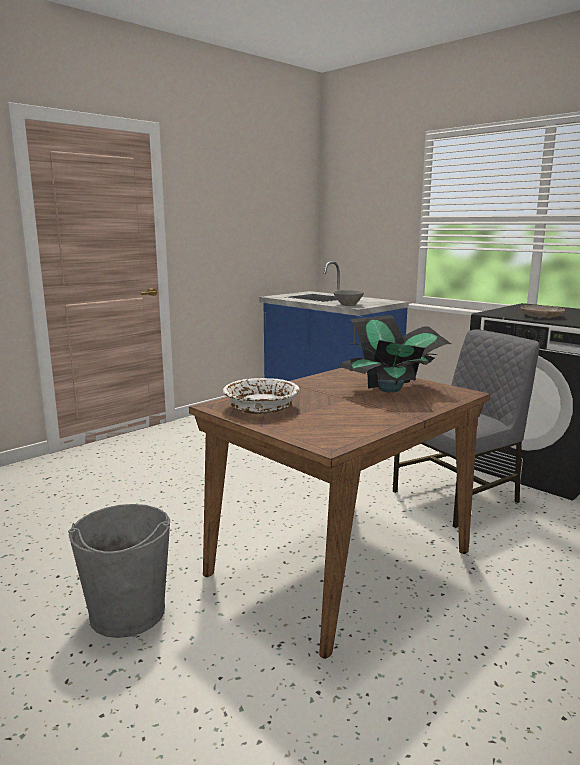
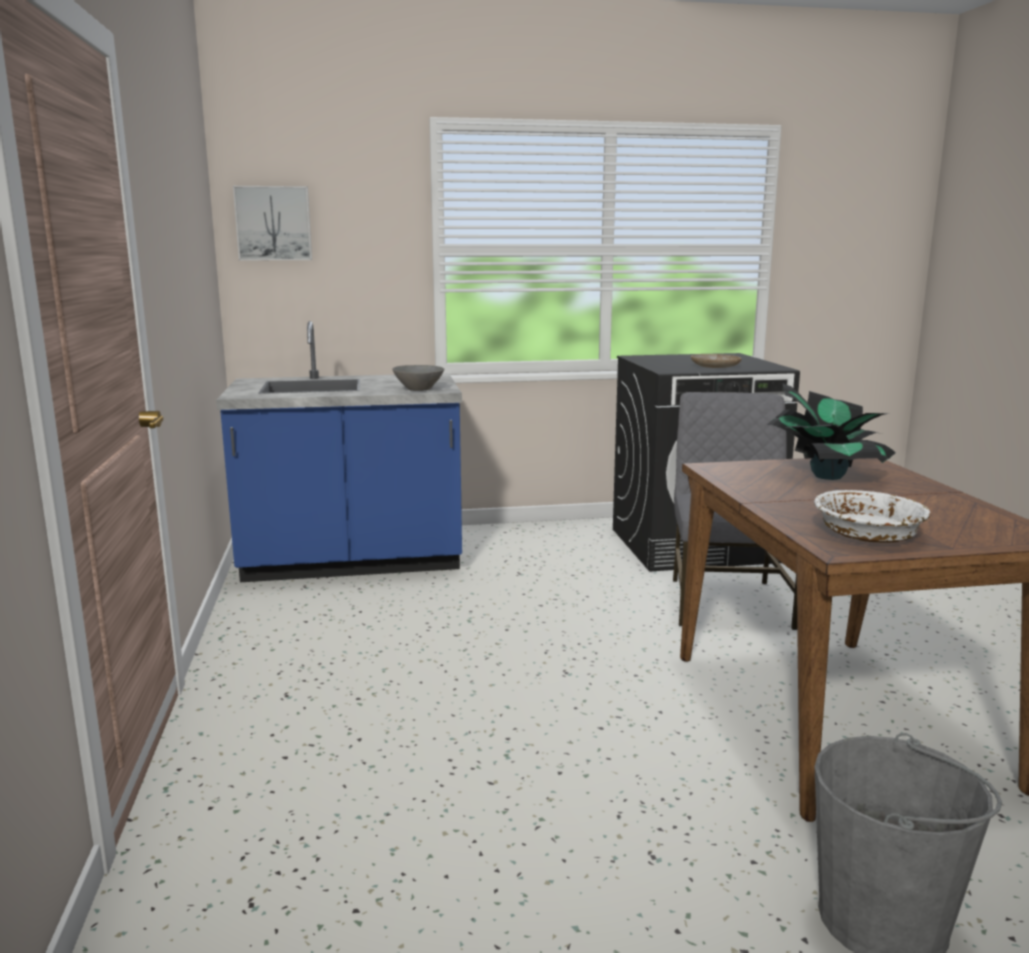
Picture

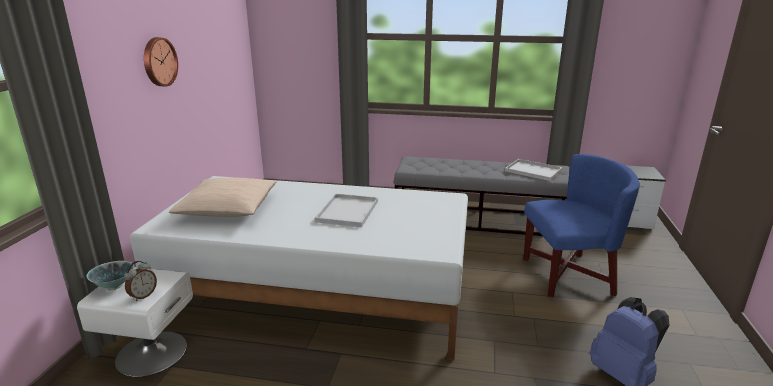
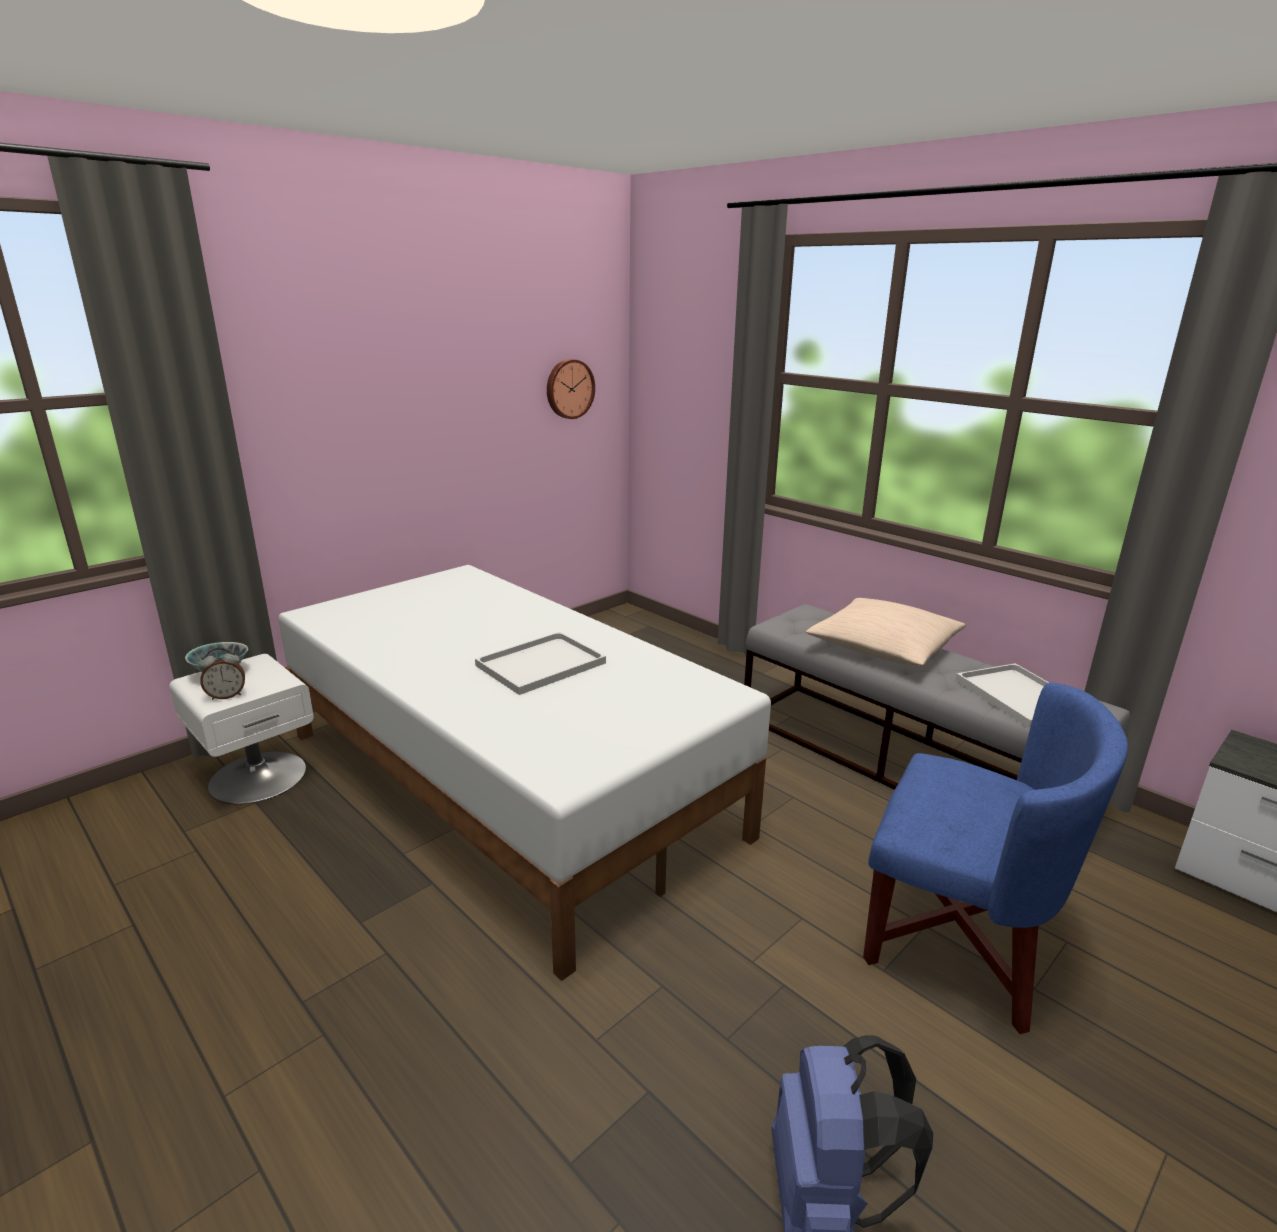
HangingClock
BeigePillow

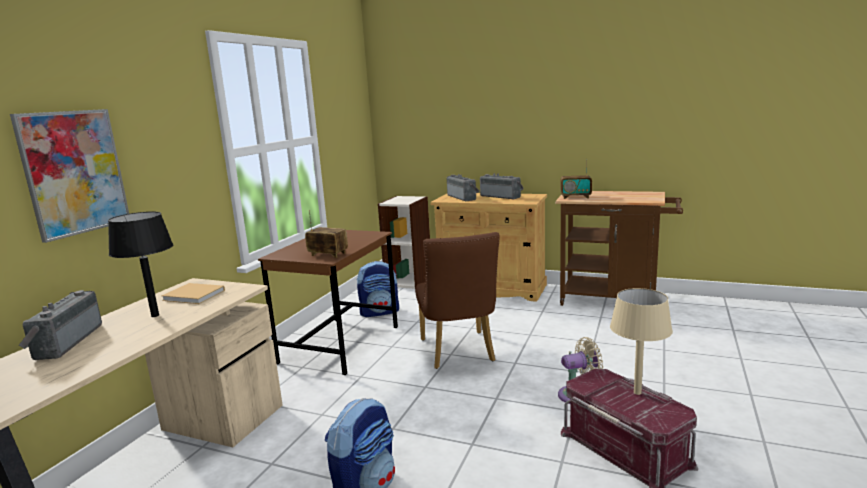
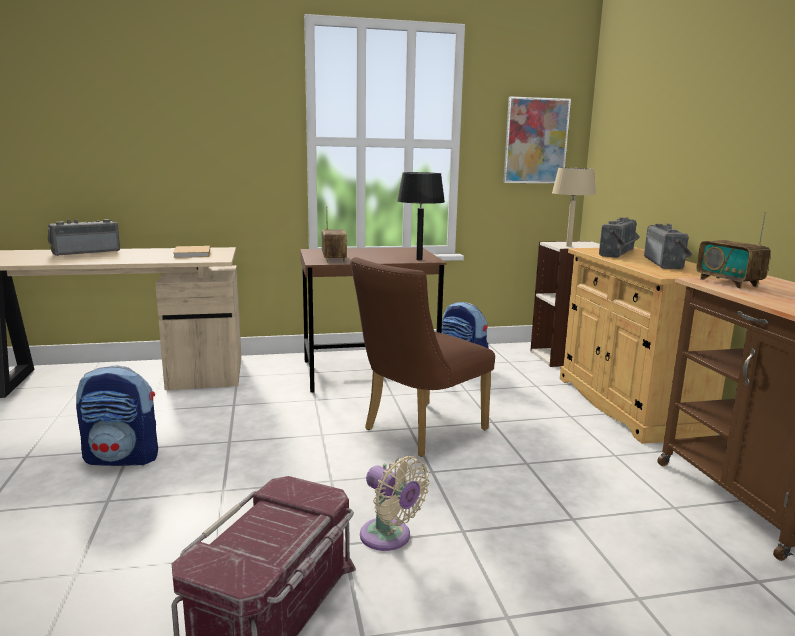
Picture
BlackColouredLampForATable
BeigeLampForATable

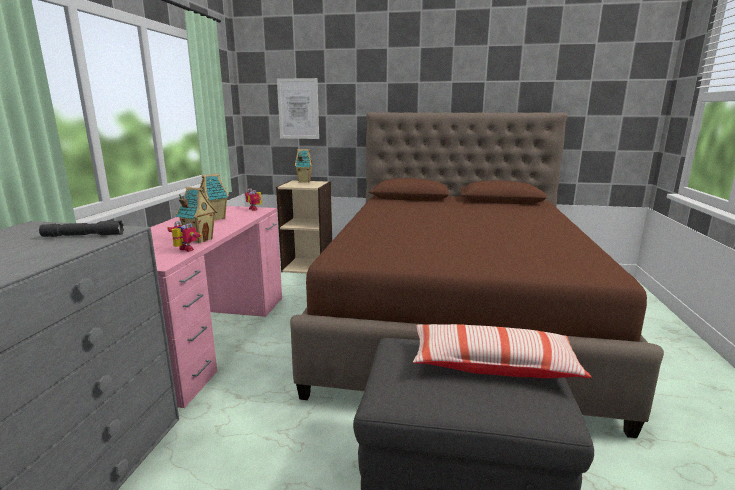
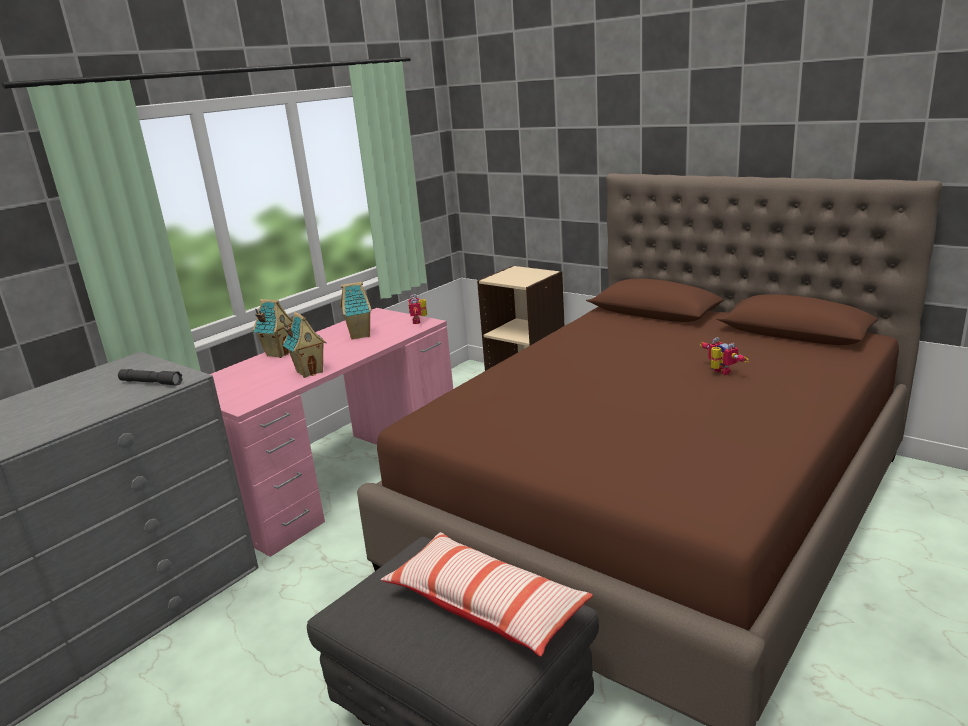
ModelRobot (no. 2 from left)
Picture
MiniatureHouse (no. 1 from left)

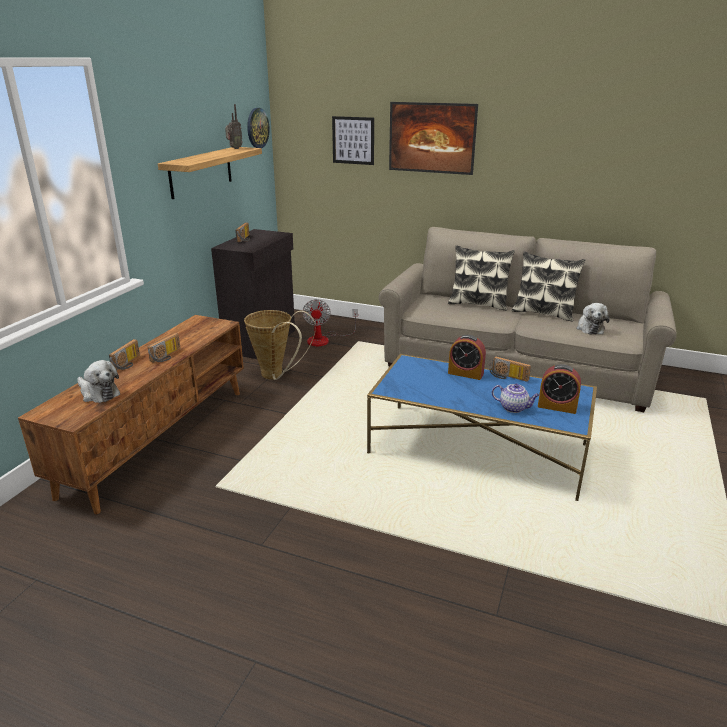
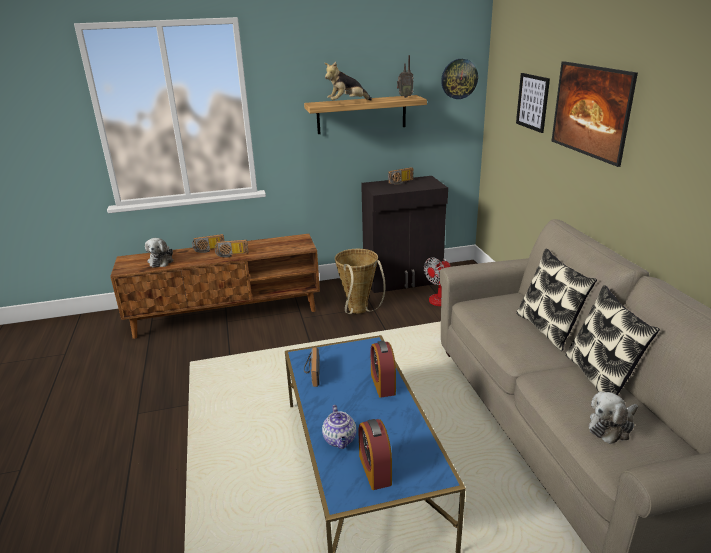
RadioSet (no. 3 from left)
PlushToy (no. 2 from left)

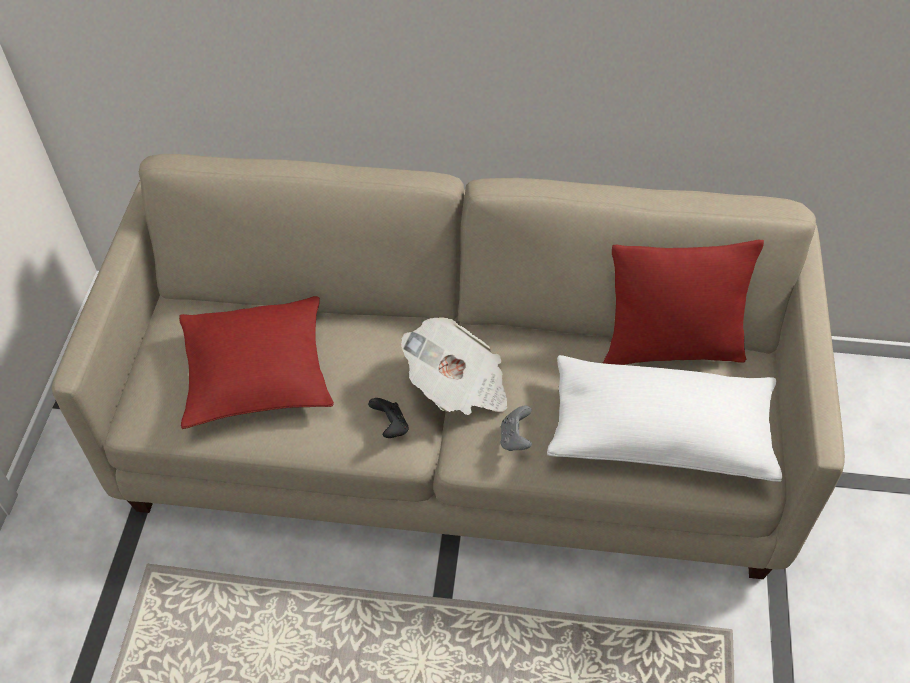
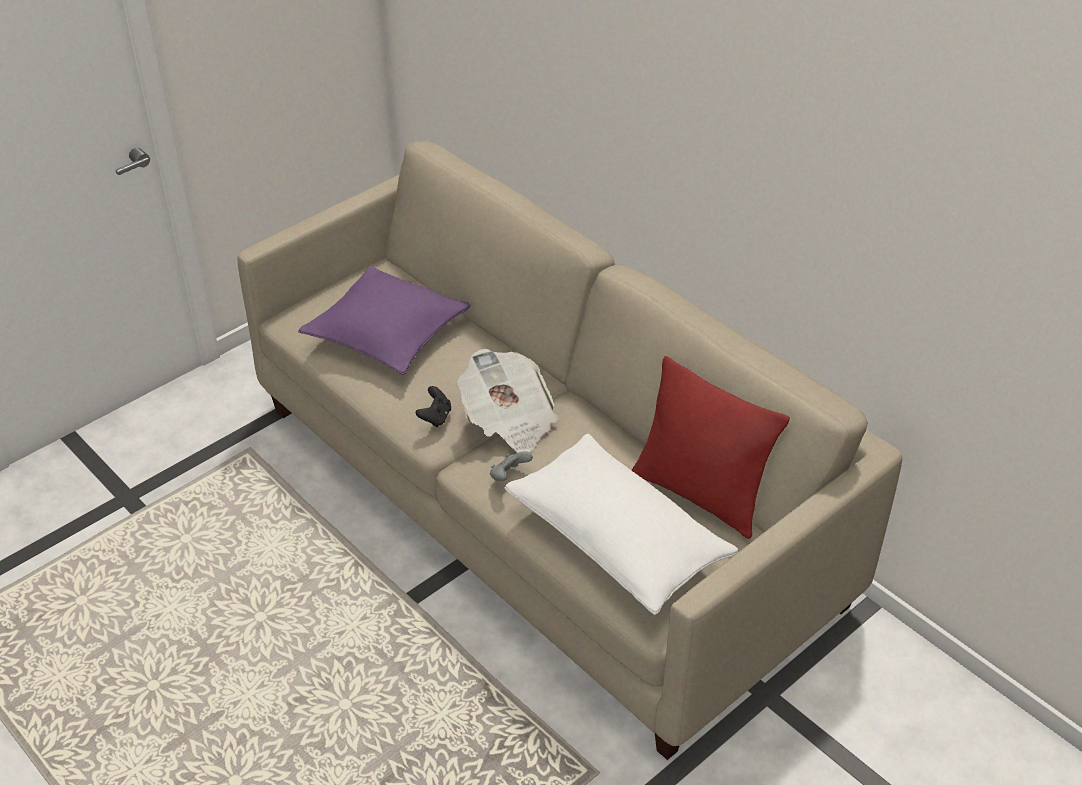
PurpleColouredPillow

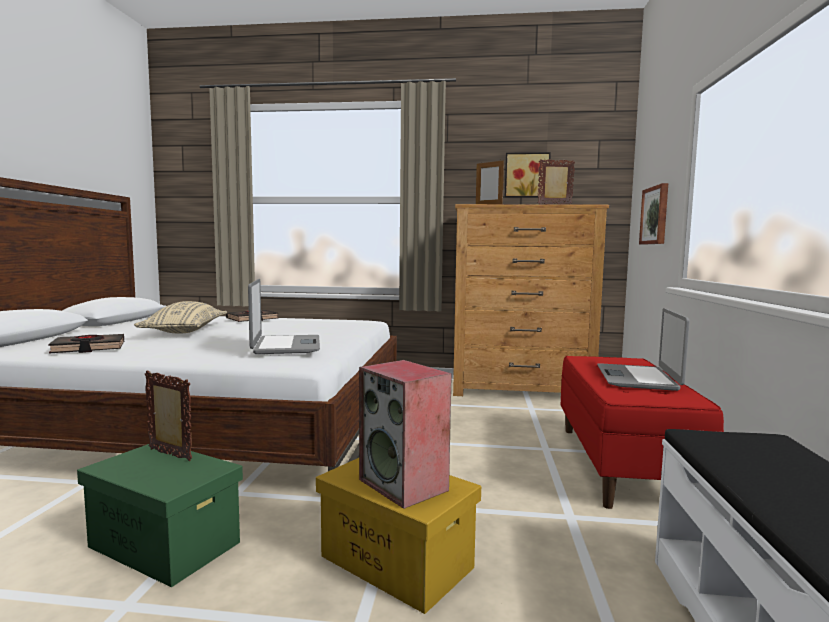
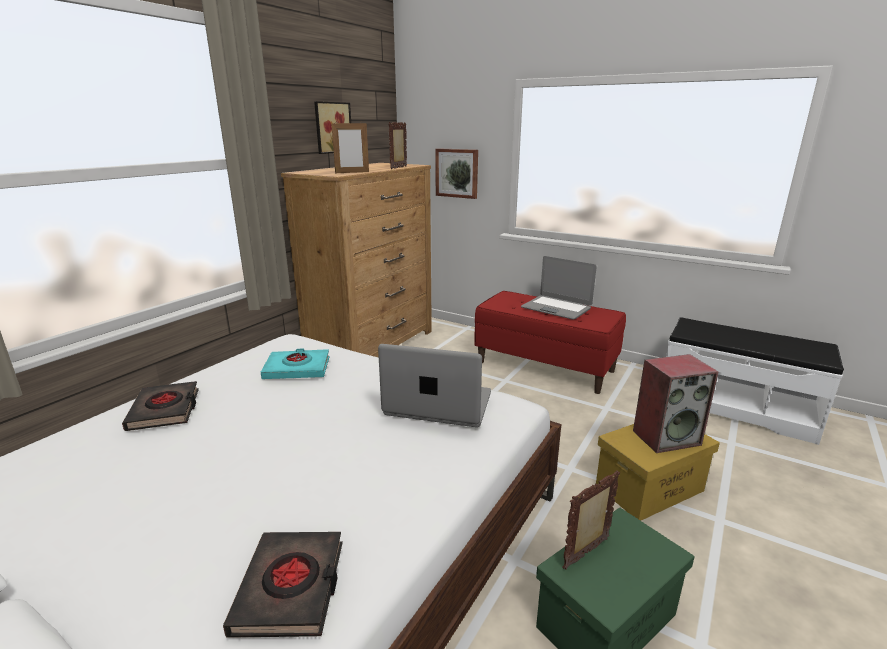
BeigePillow
BlueGreenBook

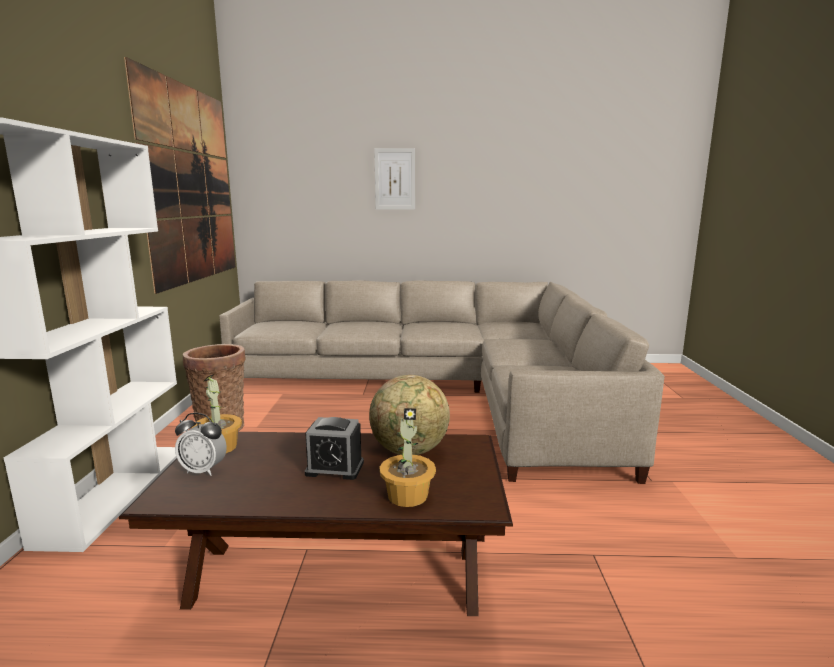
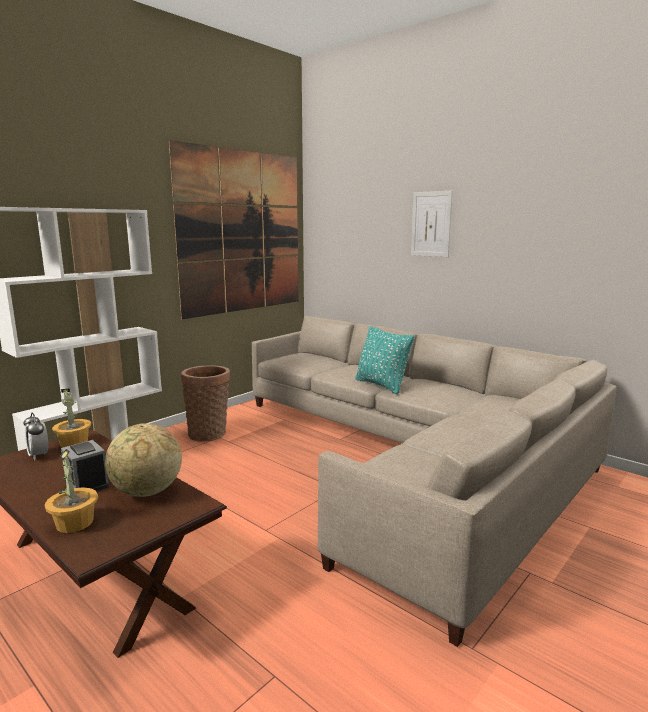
BlueGreenPillow

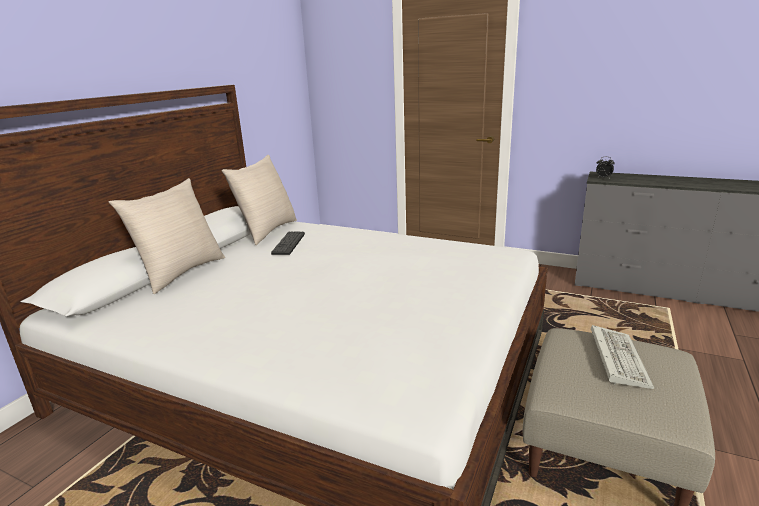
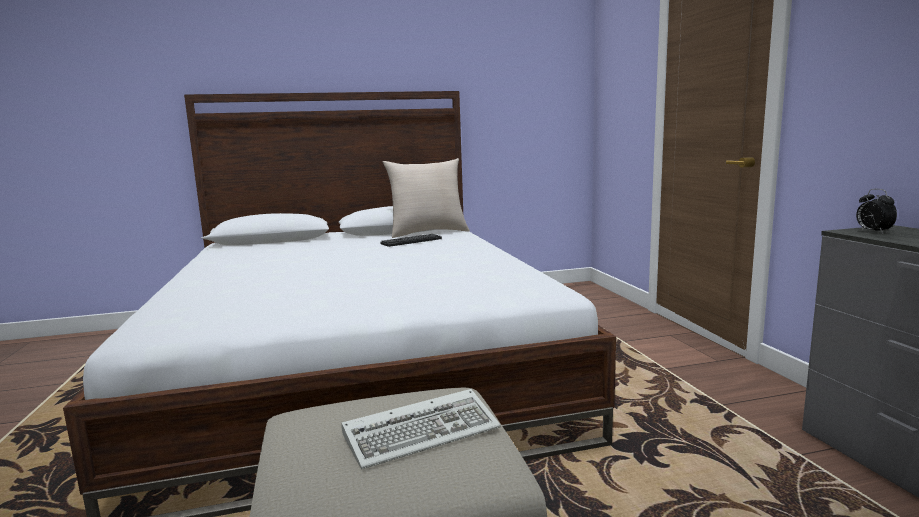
BeigePillow (no. 1 from left in the first image)

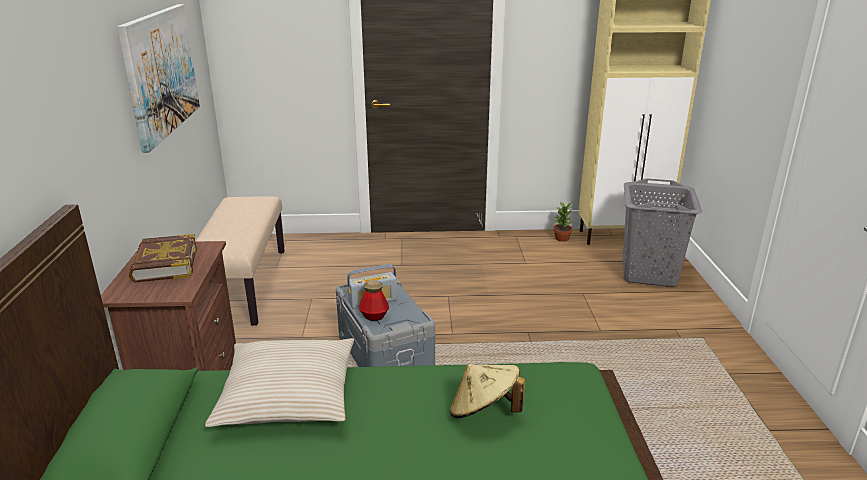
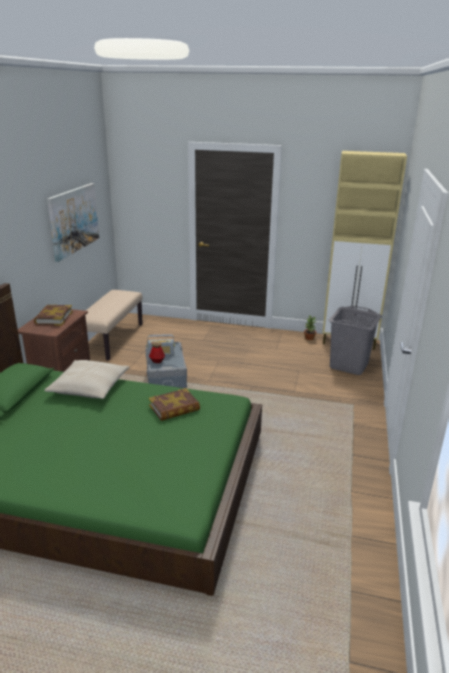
Book (no. 2 from left)

